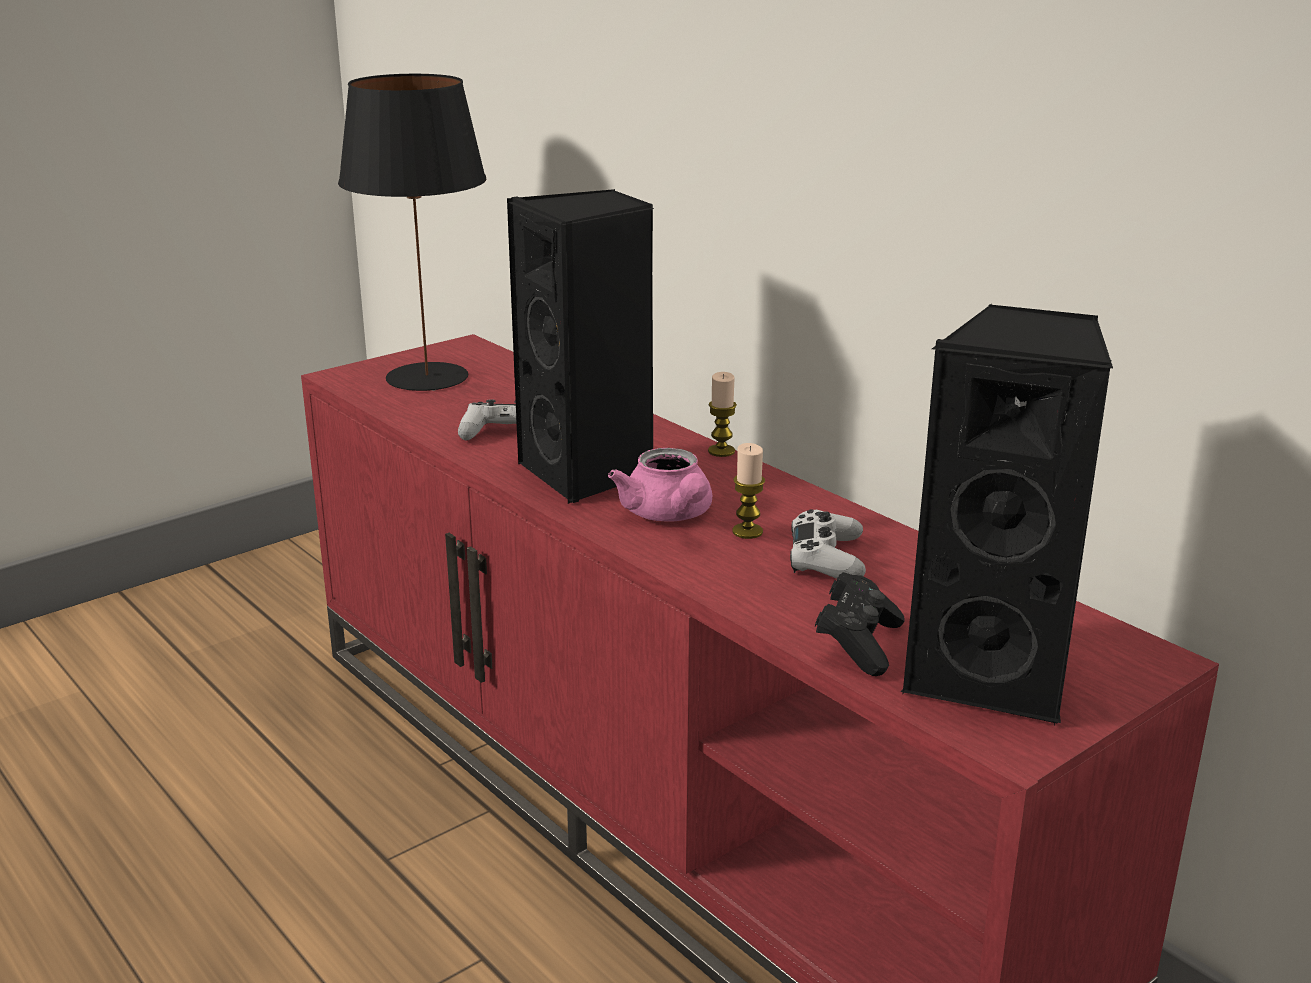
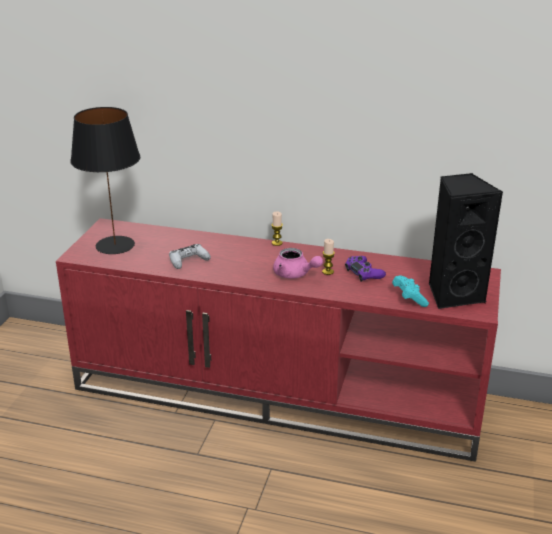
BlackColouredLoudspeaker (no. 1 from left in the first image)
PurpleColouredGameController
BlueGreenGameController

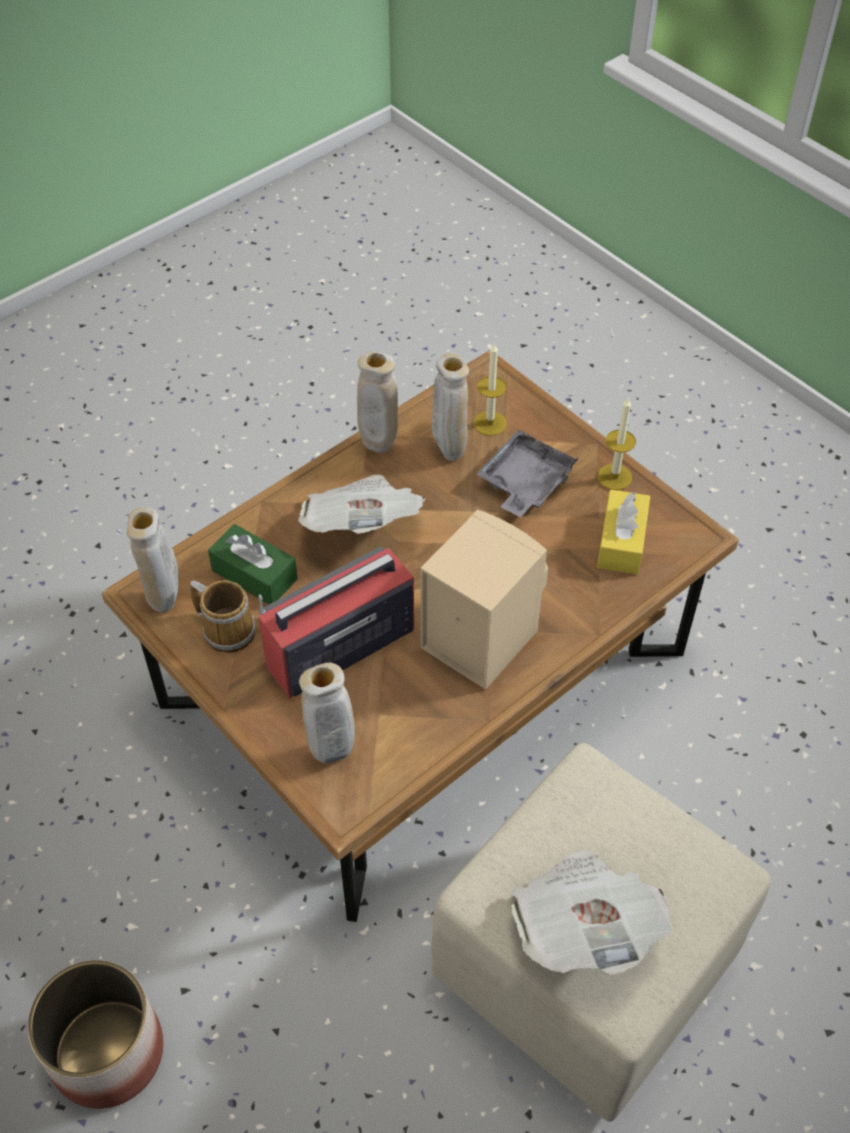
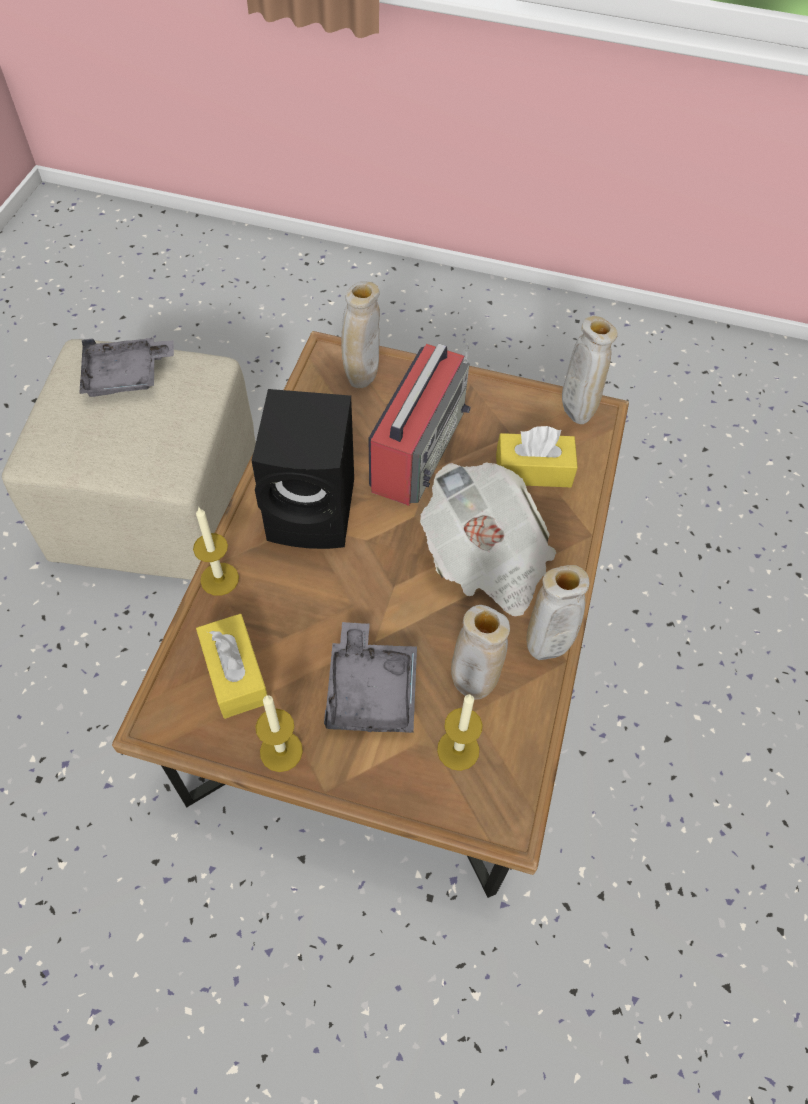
PlantPot
CoffeeMug
YellowTissueHolder (no. 2 from left)
BlackColouredLoudspeaker
GrayServingTray (no. 1 from left)
Candle (no. 1 from left)

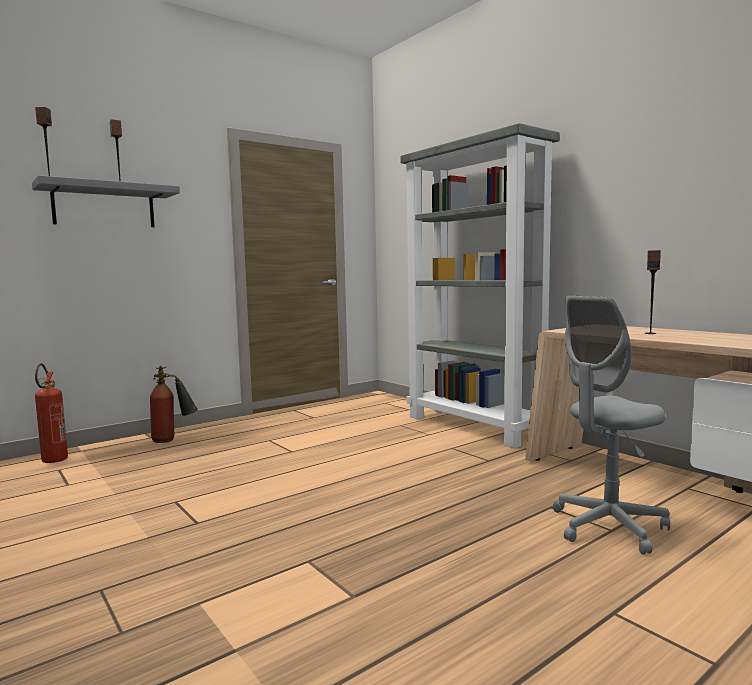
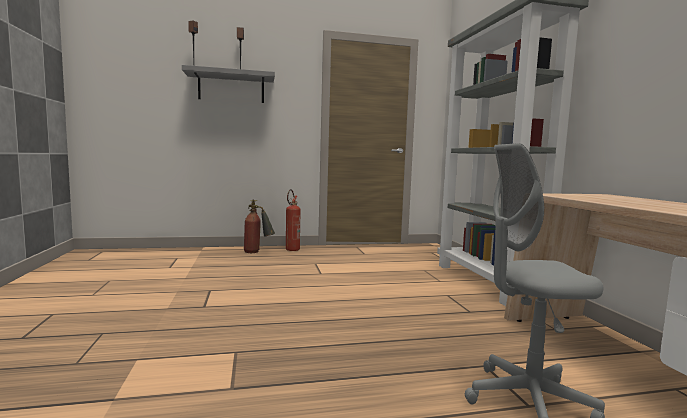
FireExtinguisher (no. 2 from left)
Loudspeaker (no. 3 from left in the first image)

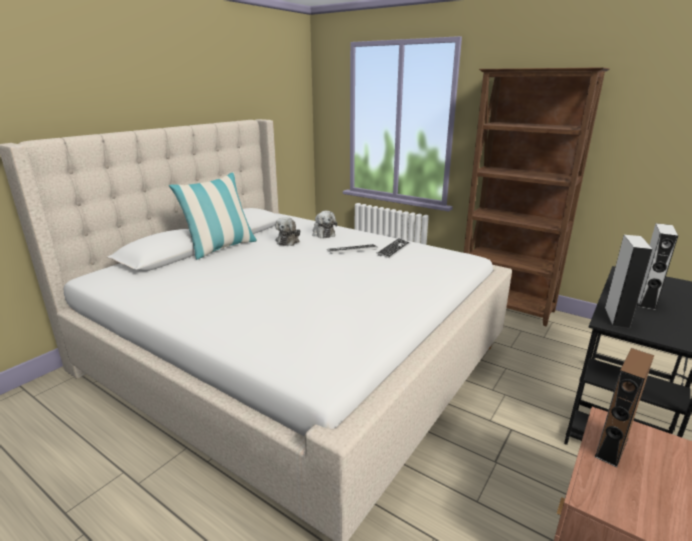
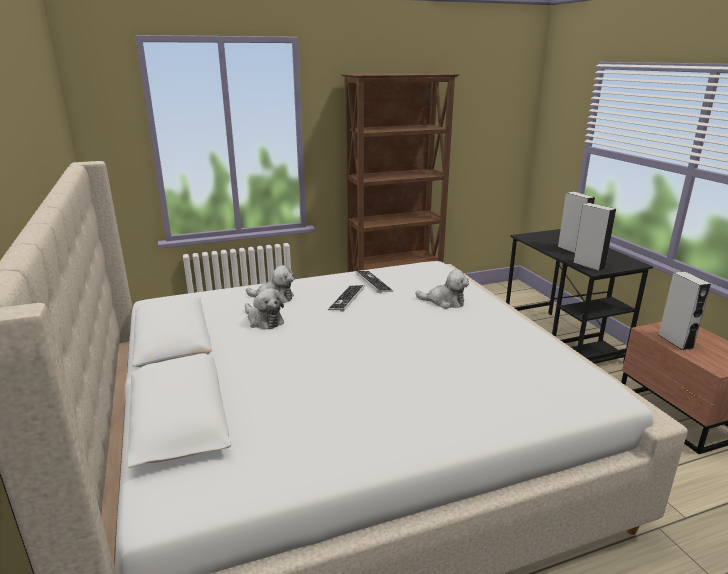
Pillow
GrayLoudspeaker (no. 3 from left)
PlushToy (no. 3 from left)

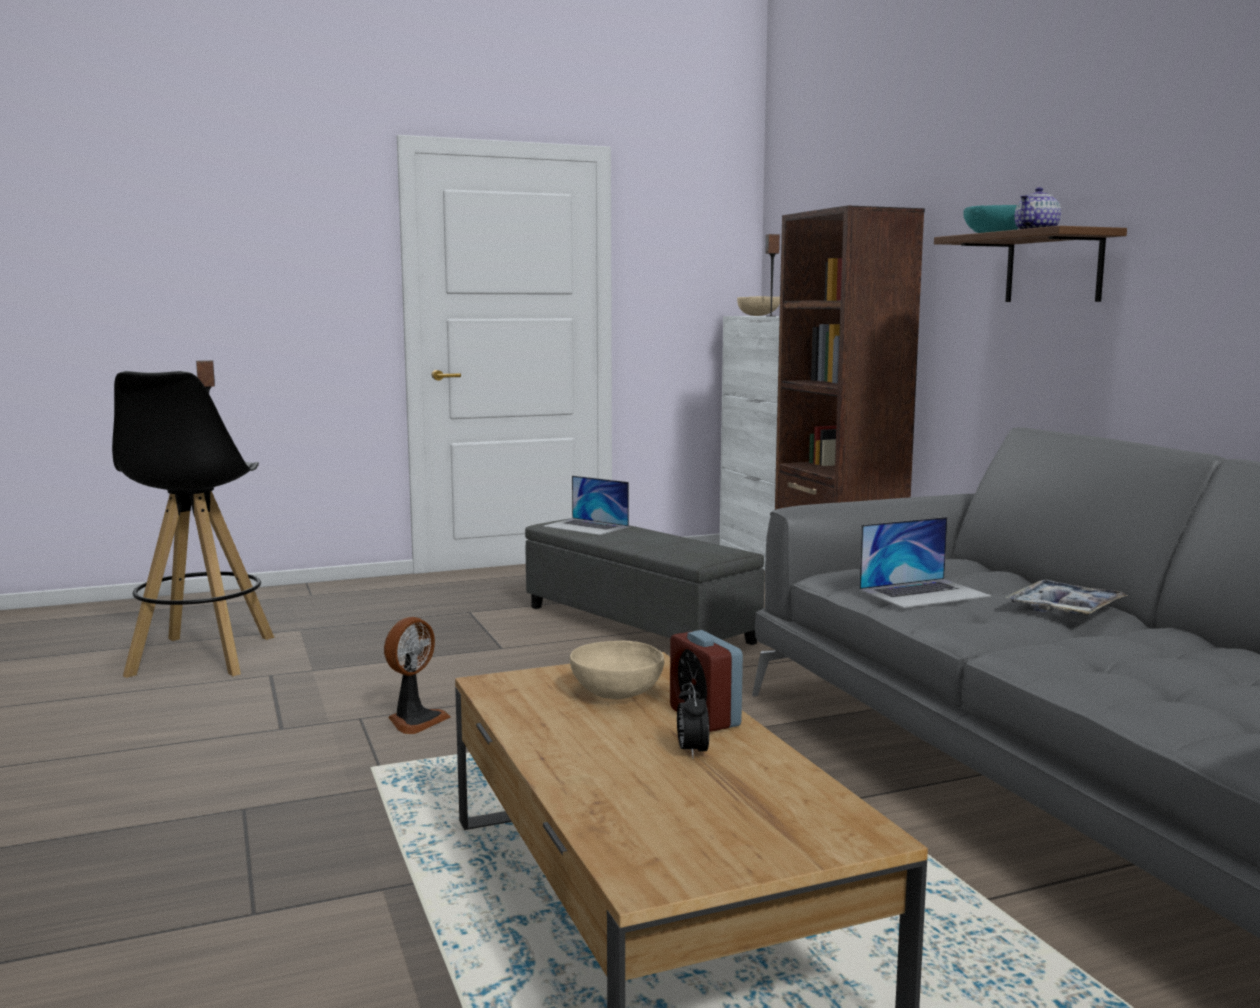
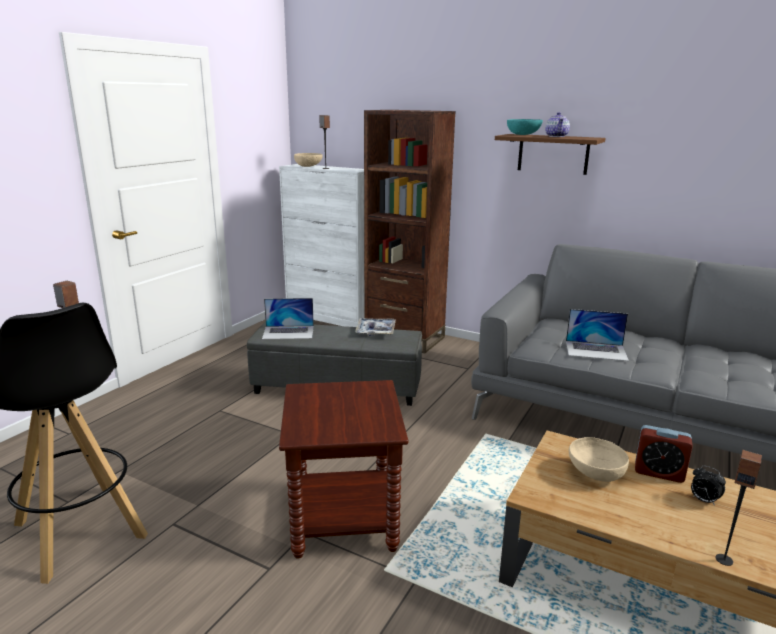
BrownishSideTable
NotebookComputer (no. 2 from left)
ServingTray
Loudspeaker (no. 3 from left)

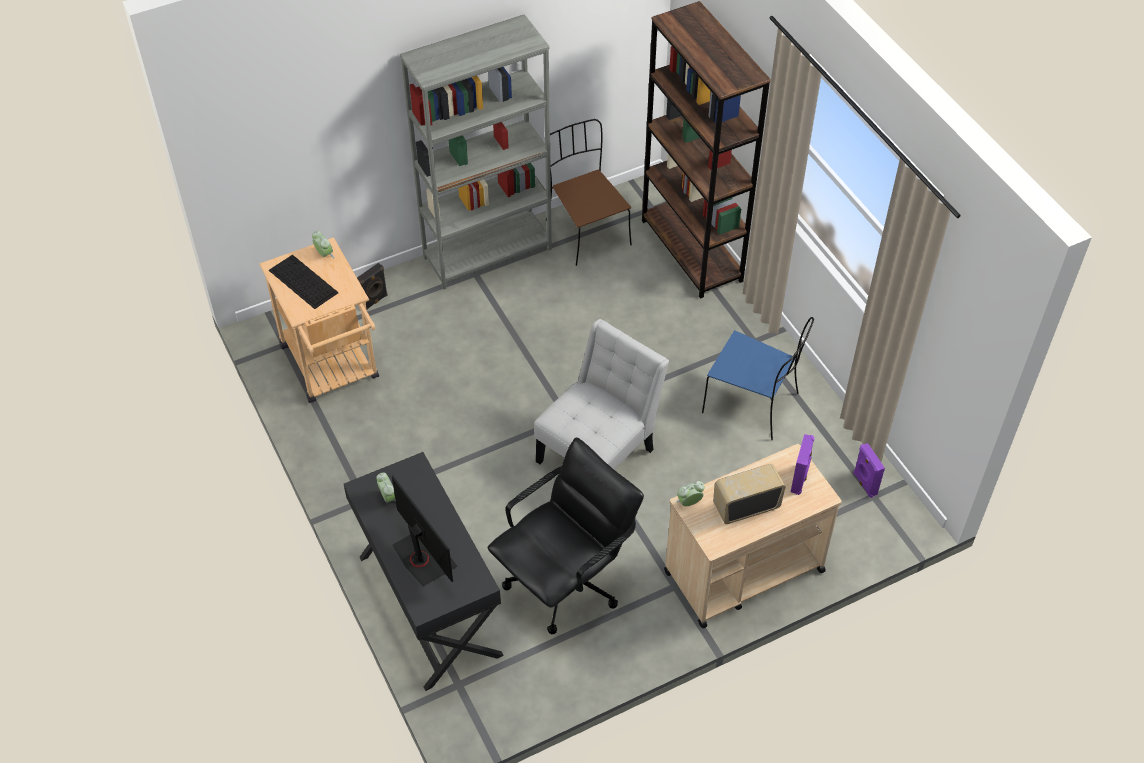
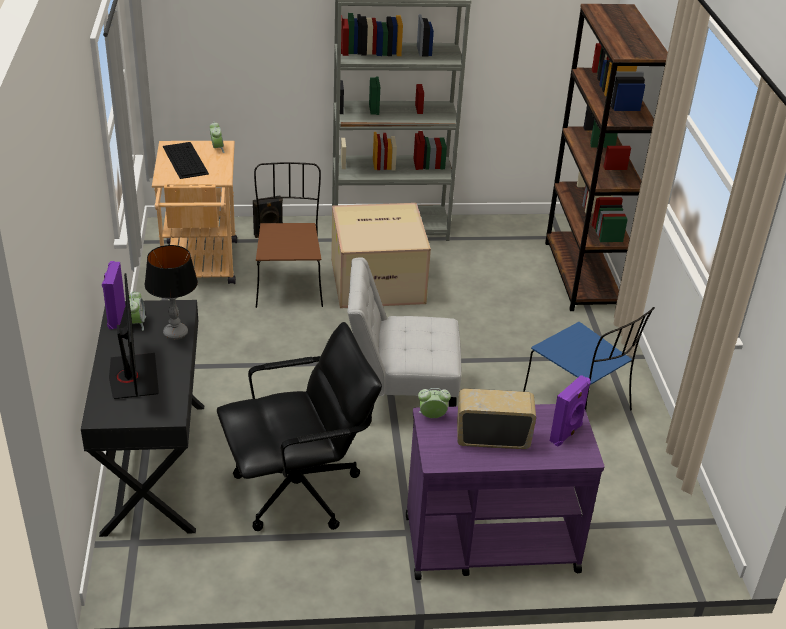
WhiteColouredUprightChair
BrownishUprightChair
PurpleColouredWheeledCart
PurpleColouredLoudspeaker (no. 1 from left)
LampForATable
PackingBox

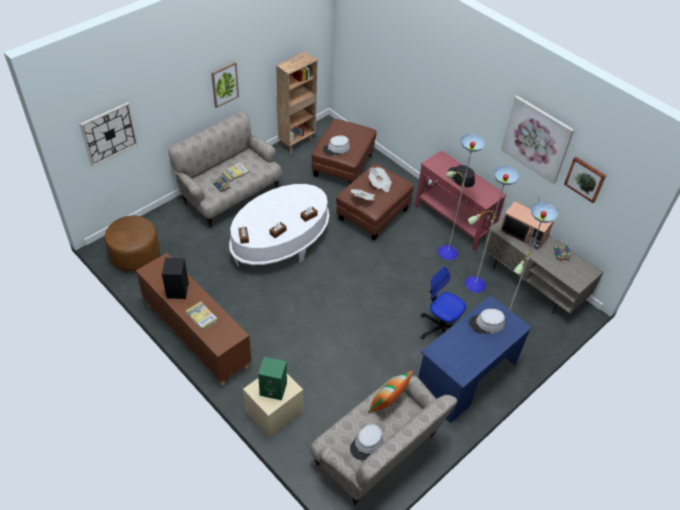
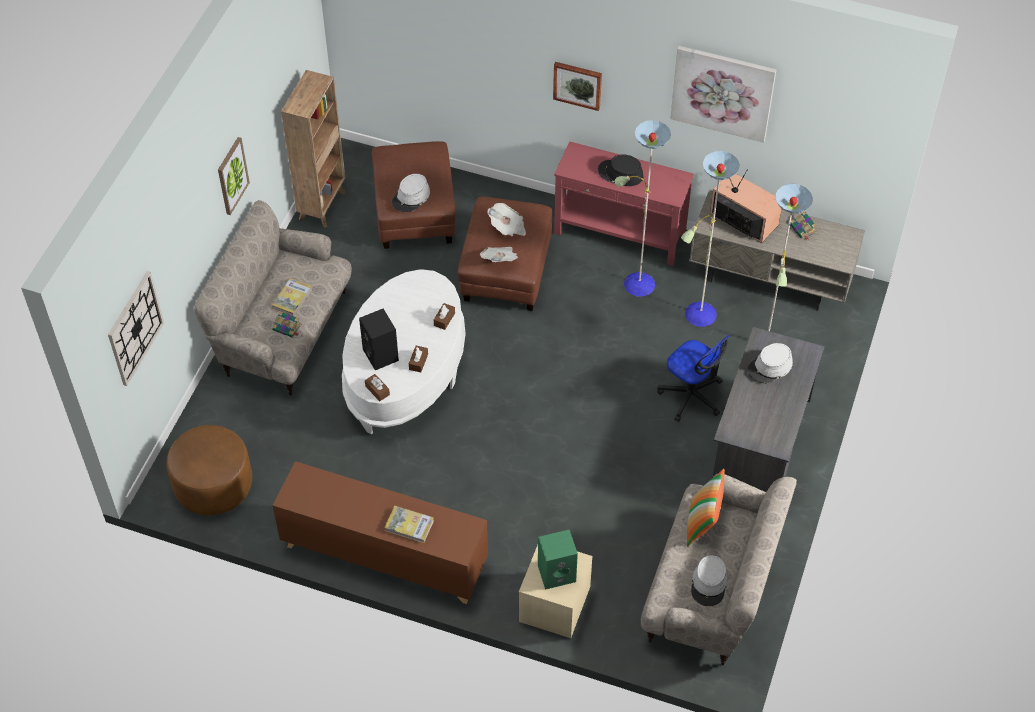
BlackColouredLoudspeaker
GrayDesk
DeskChair
TvSet
Picture (no. 2 from left)

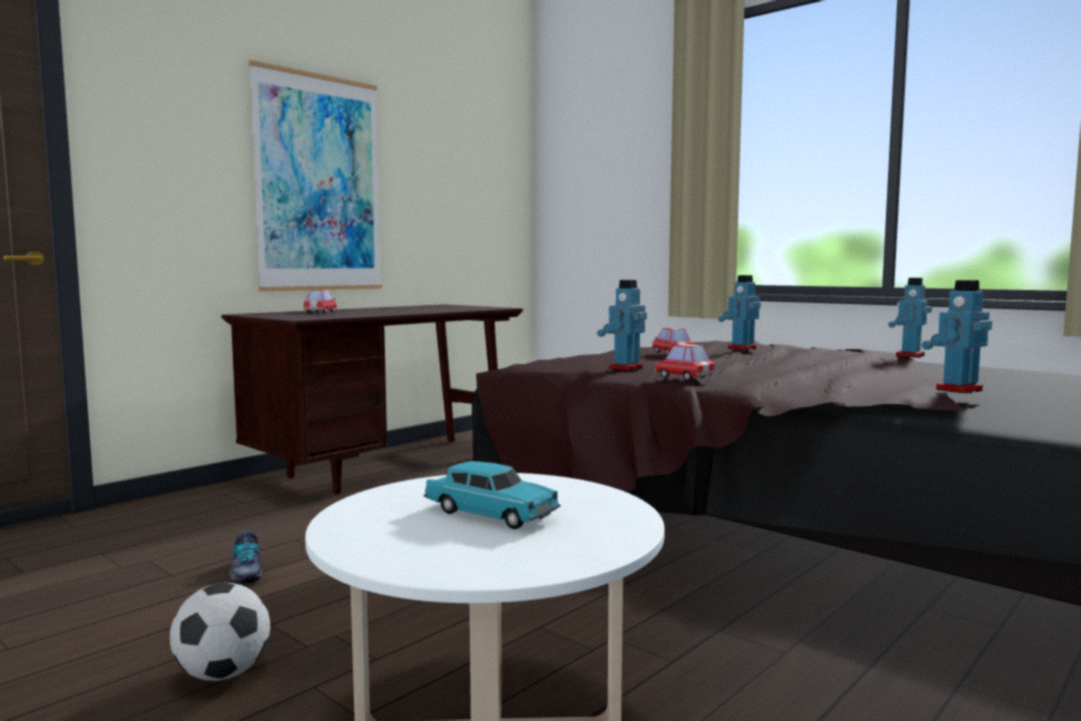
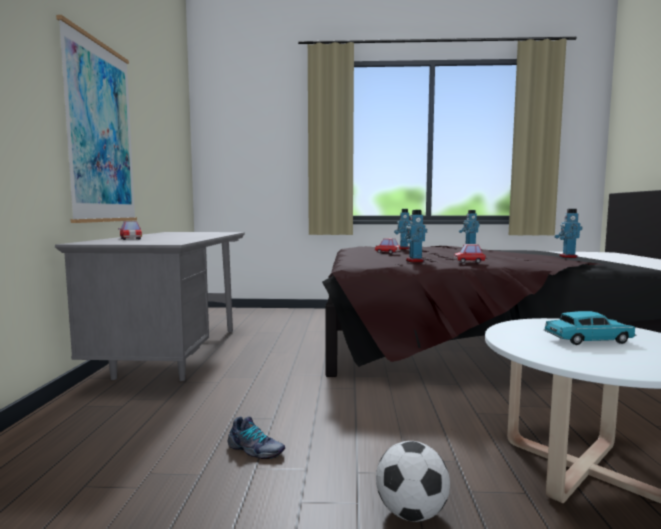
GrayDesk

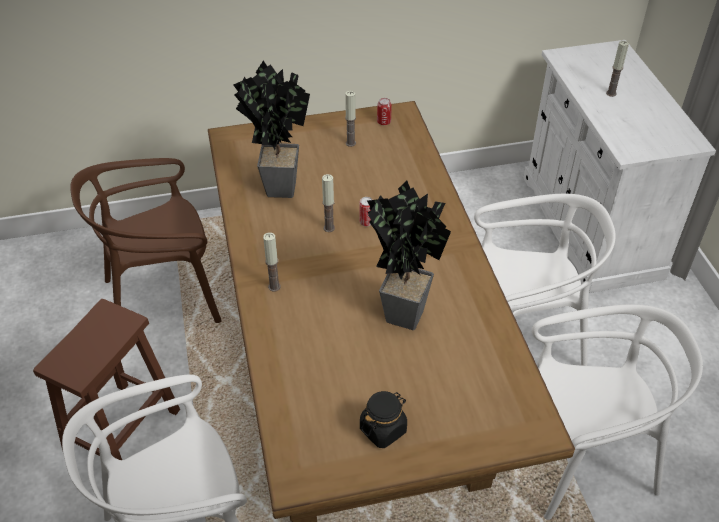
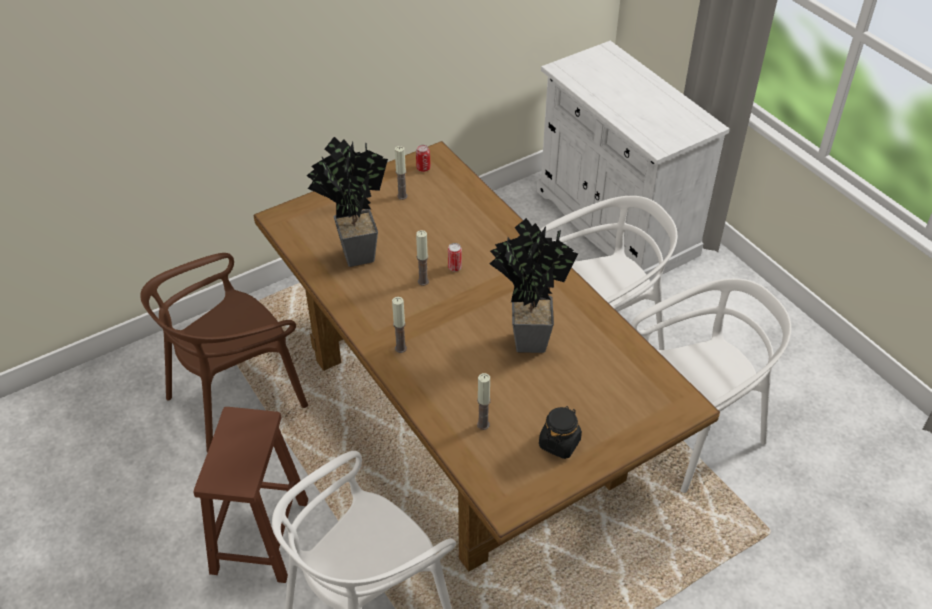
Candle (no. 4 from left)

